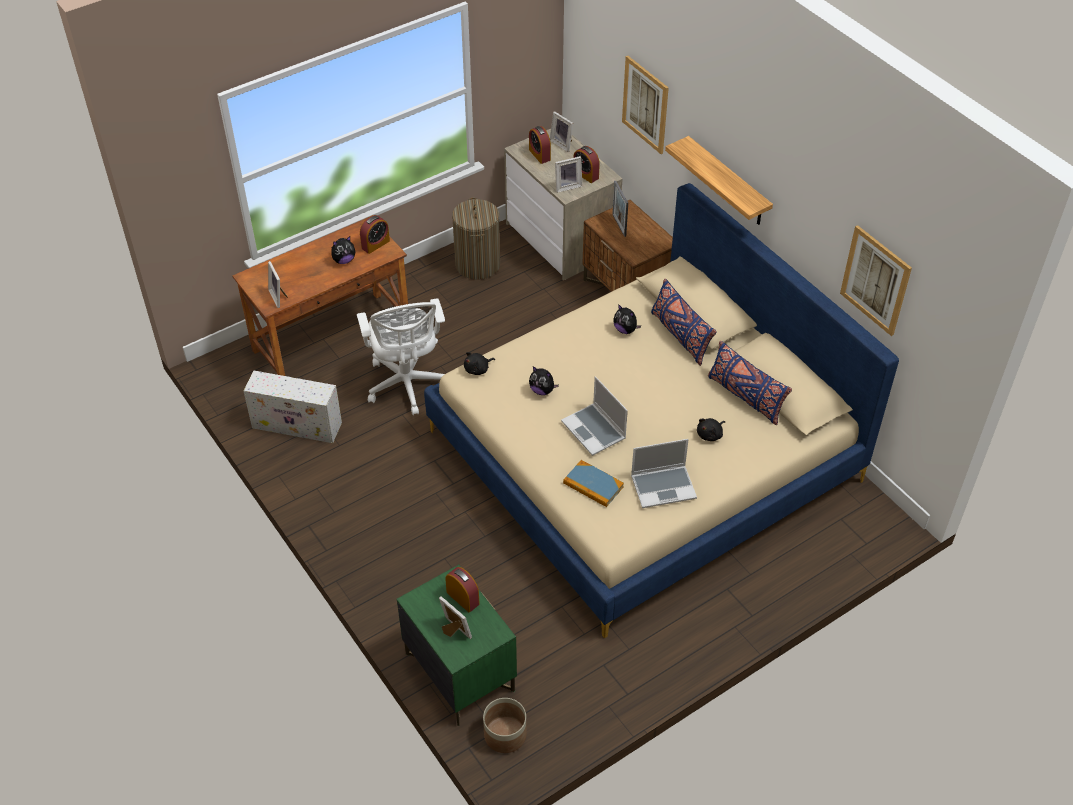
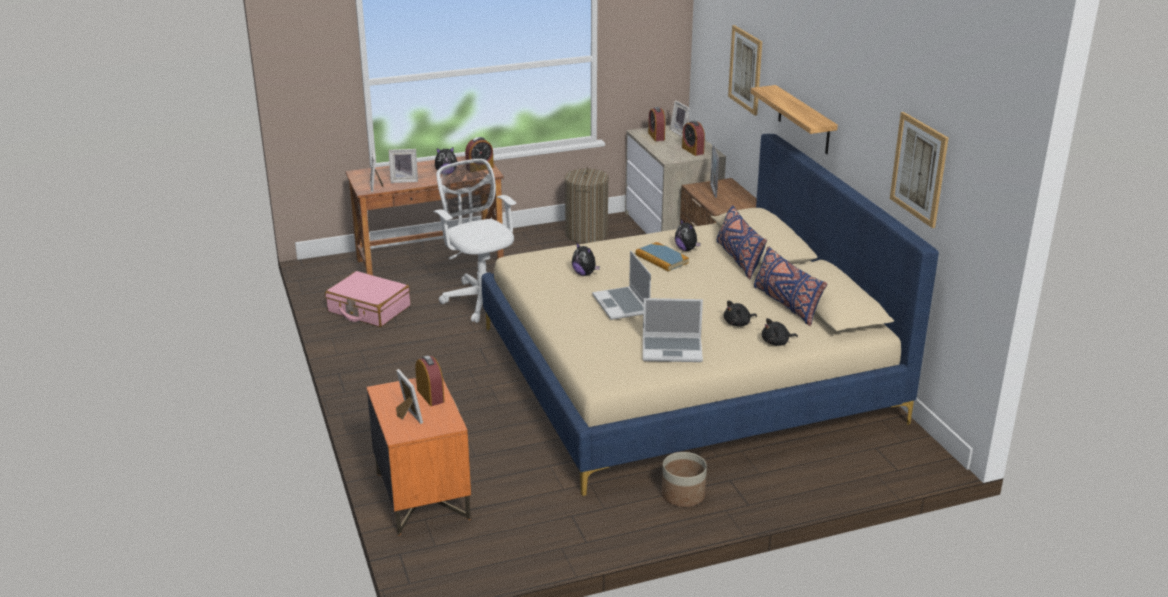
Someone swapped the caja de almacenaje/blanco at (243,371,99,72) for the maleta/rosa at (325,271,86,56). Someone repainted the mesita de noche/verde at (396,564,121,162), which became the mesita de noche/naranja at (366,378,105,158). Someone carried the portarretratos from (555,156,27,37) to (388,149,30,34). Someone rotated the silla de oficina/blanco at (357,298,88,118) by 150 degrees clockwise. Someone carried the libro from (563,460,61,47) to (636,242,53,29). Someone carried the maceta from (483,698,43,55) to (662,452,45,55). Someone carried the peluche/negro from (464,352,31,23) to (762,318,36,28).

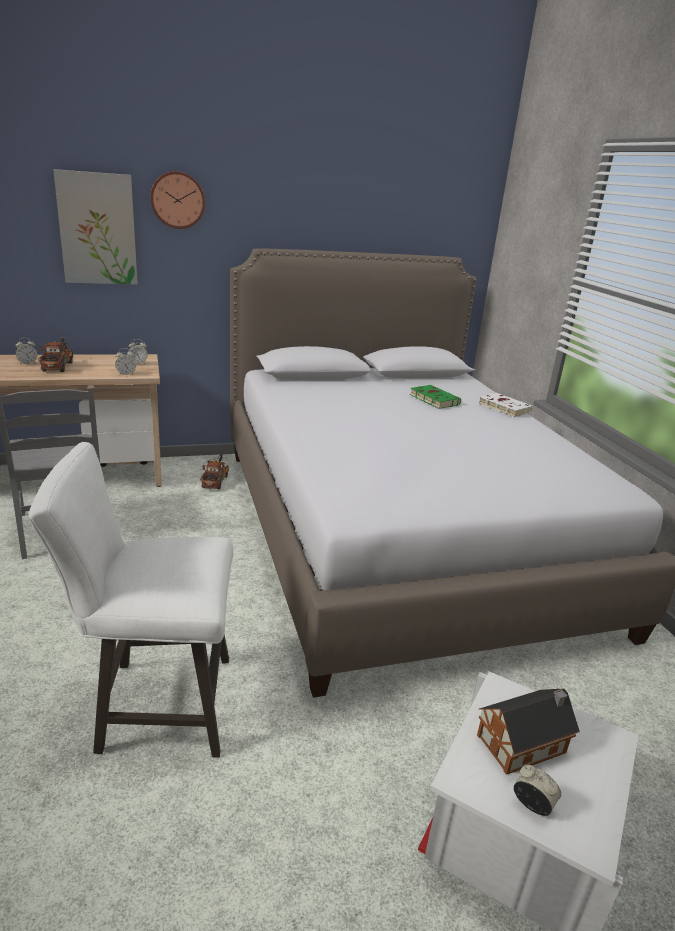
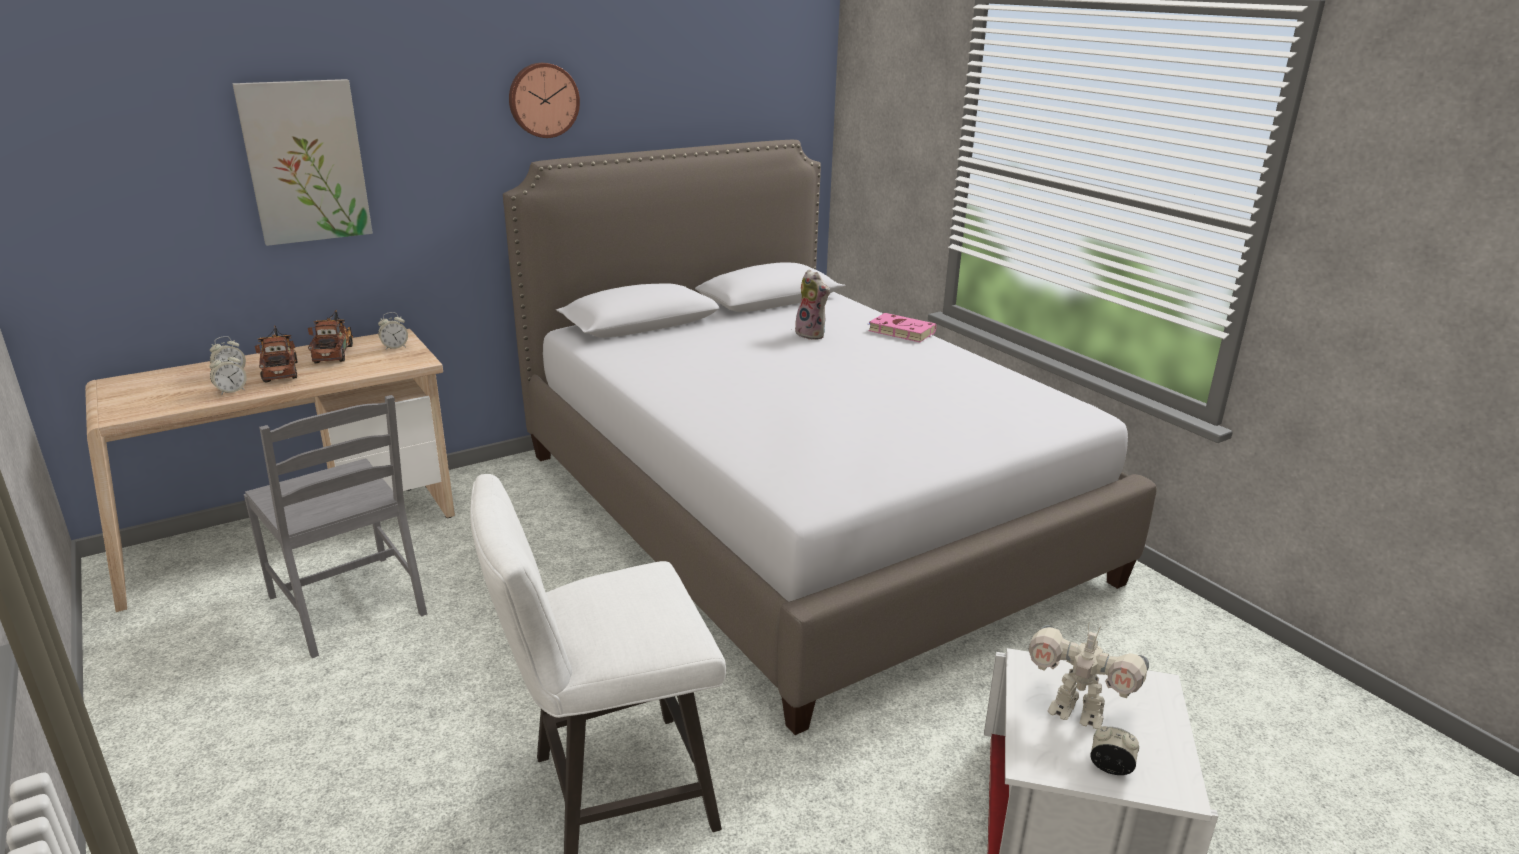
Someone carried the despertador from (115,348,21,28) to (209,352,38,43). Someone carried the camión de juguete from (200,453,29,36) to (308,310,45,54). Someone carried the reloj de pared from (150,171,55,58) to (509,63,71,75). Someone swapped the libro/verde at (410,385,51,24) for the peluche at (795,269,35,71). Someone repainted the libro/blanco at (478,393,55,25), which became the libro/rosa at (868,313,68,29). Someone swapped the casita at (477,689,103,86) for the robot de juguete at (1028,623,121,106).

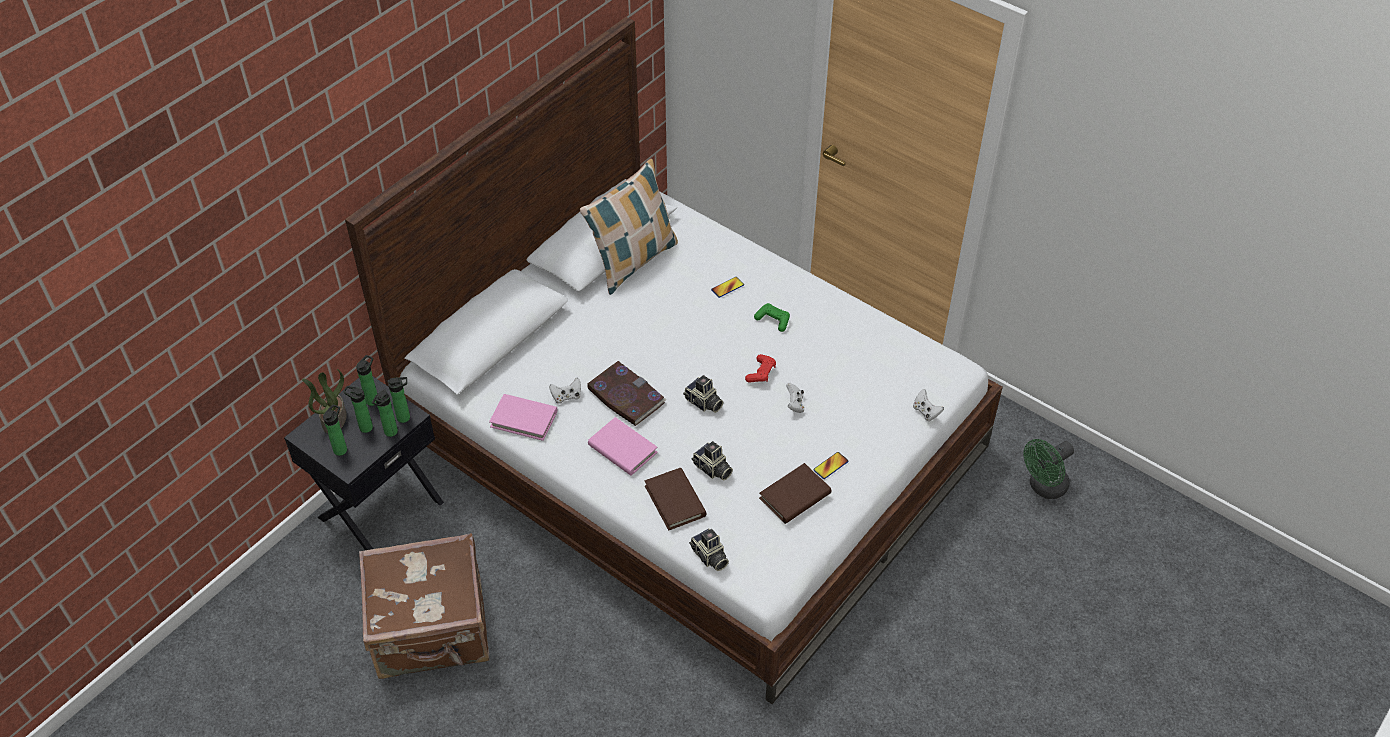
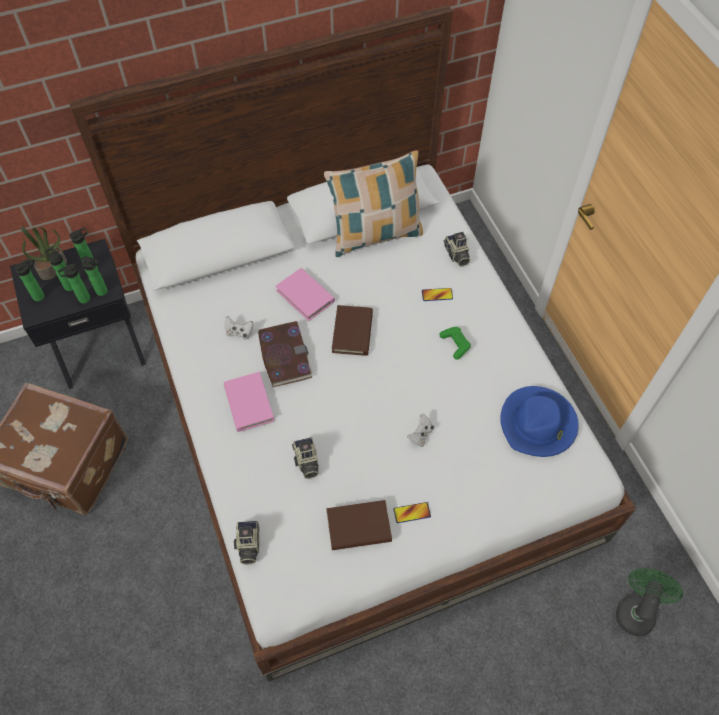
Someone carried the libro/rosa from (489,394,68,47) to (275,268,60,53). Someone carried the libro/marrón from (645,468,62,62) to (332,305,41,51). Someone carried the cámara from (683,375,40,38) to (444,232,26,35). Someone put down the sombrero/azul at (500,386,79,71). Someone rotated the ventilador/verde at (1024,439,50,60) by 120 degrees clockwise. Someone took away the mando de consola/rojo at (745,354,31,28). Someone took away the mando de consola/blanco at (913,389,31,32).

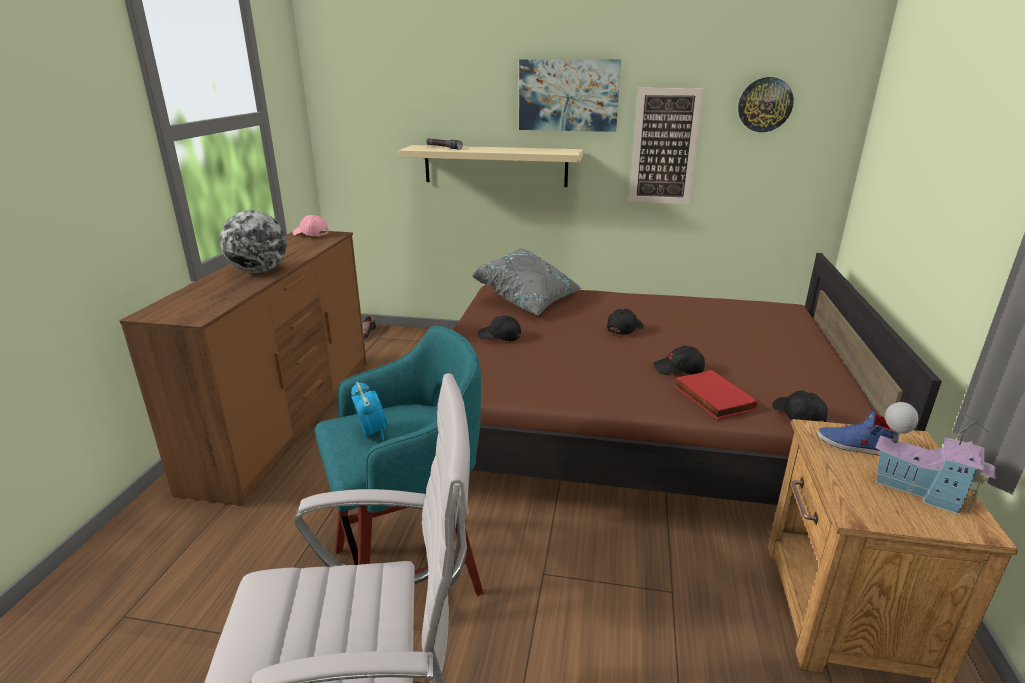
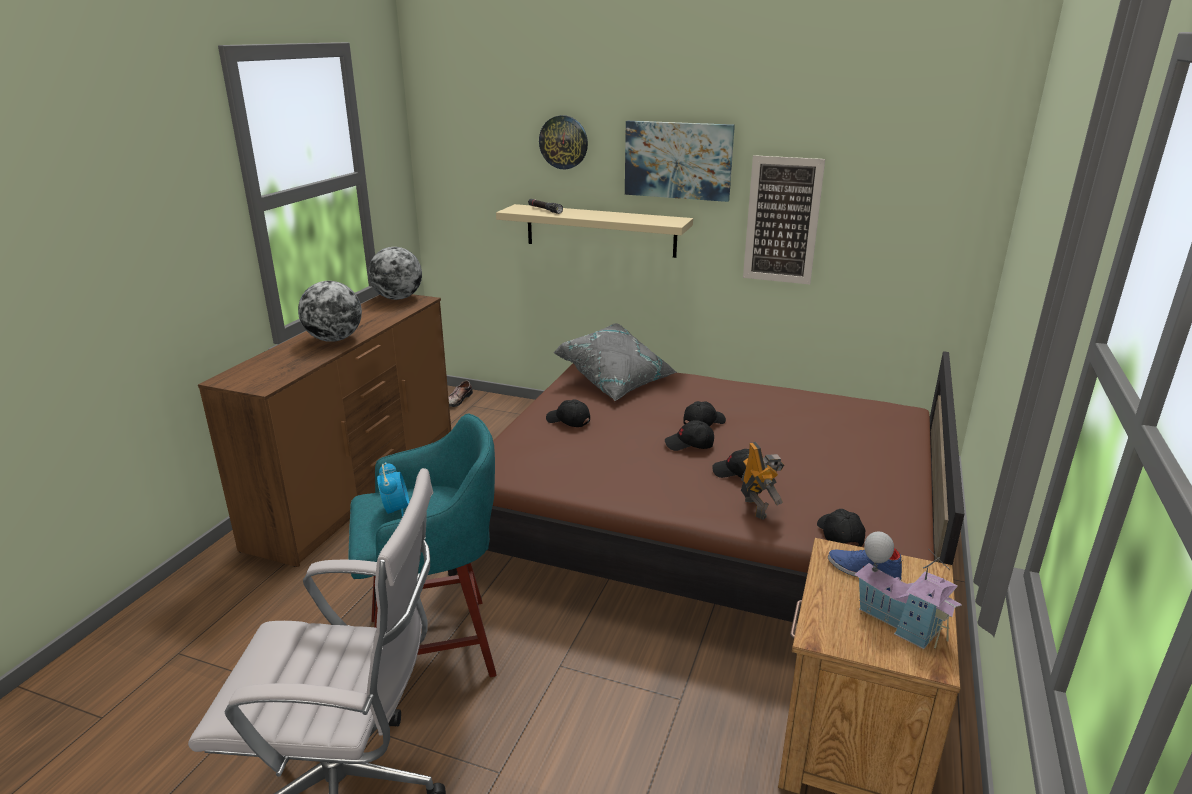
Someone swapped the gorra/rosa at (293,215,36,21) for the globo terráqueo at (368,247,54,53). Someone carried the reloj de pared from (738,77,56,55) to (539,115,49,54). Someone put down the gorra/negro at (665,420,49,31). Someone swapped the libro/rojo at (674,370,84,50) for the robot de juguete at (741,442,43,78).

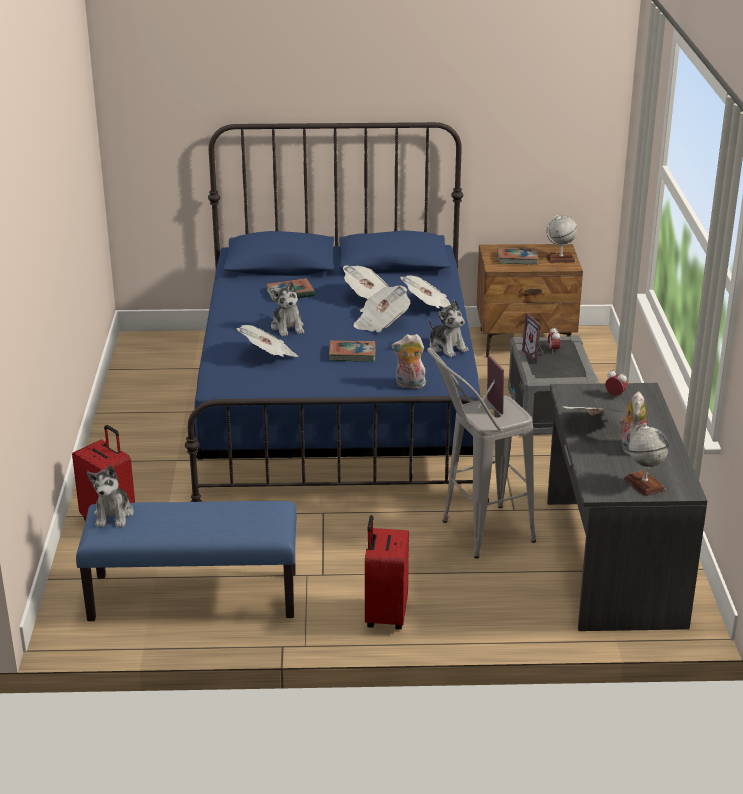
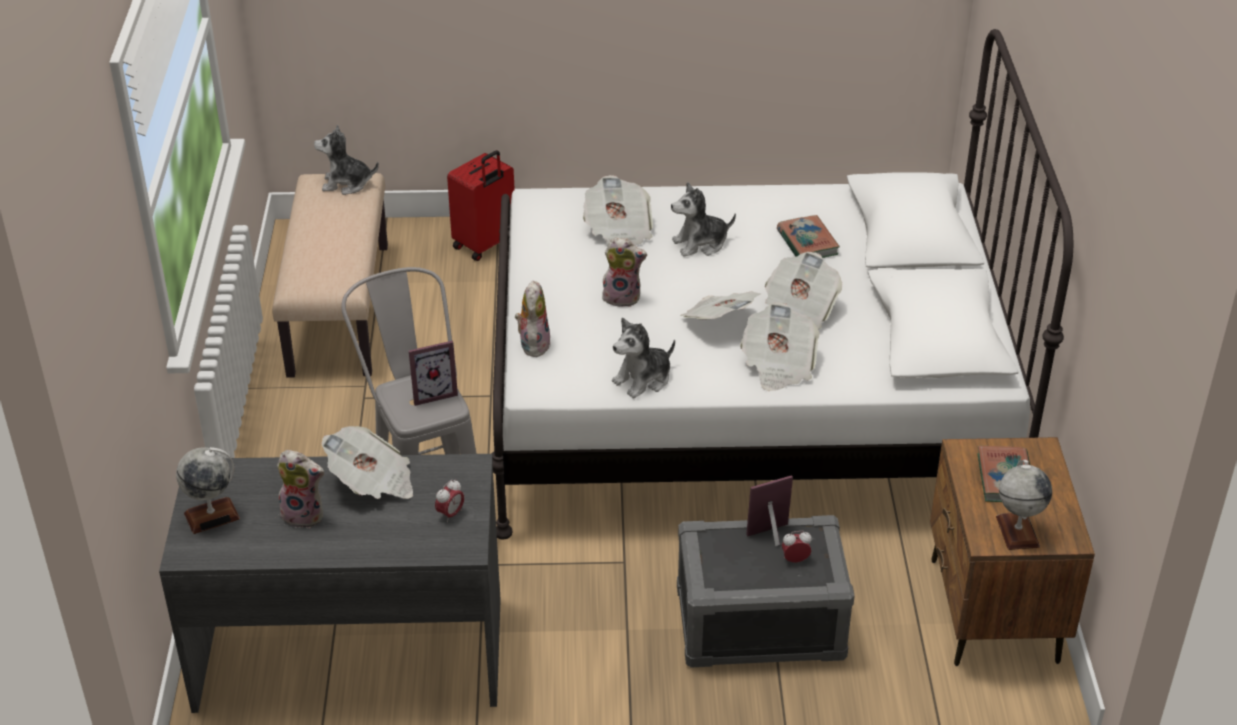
Someone repainted the banco/azul at (76,501,221,120), which became the banco/beis at (272,173,116,205). Someone repainted the cama/azul at (185,122,304,381), which became the cama/blanco at (492,29,581,510). Someone swapped the libro at (329,340,47,22) for the peluche at (602,237,45,70). Someone took away the maleta/rojo at (365,515,44,115).

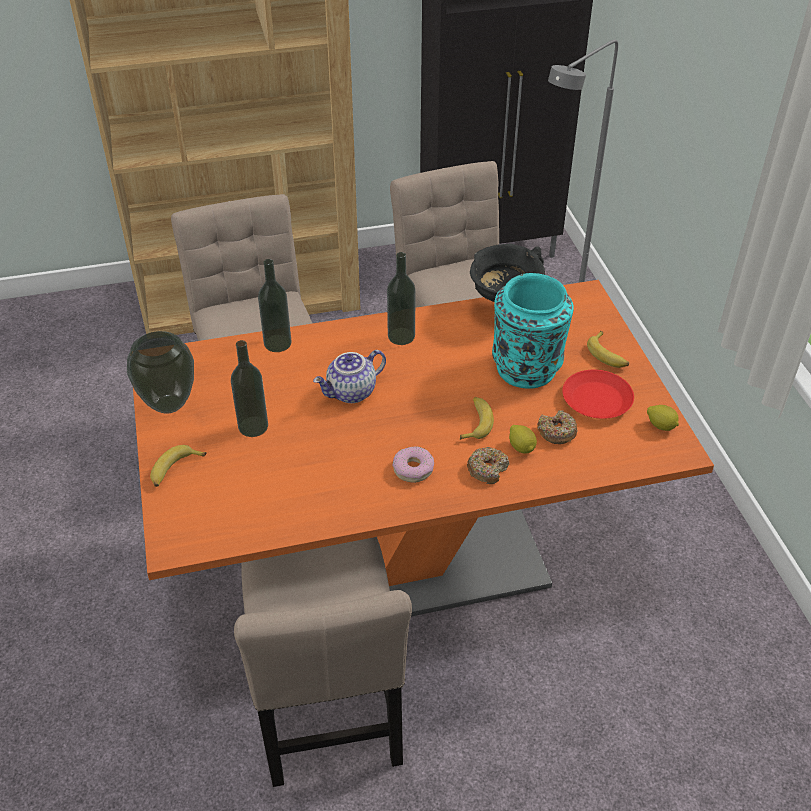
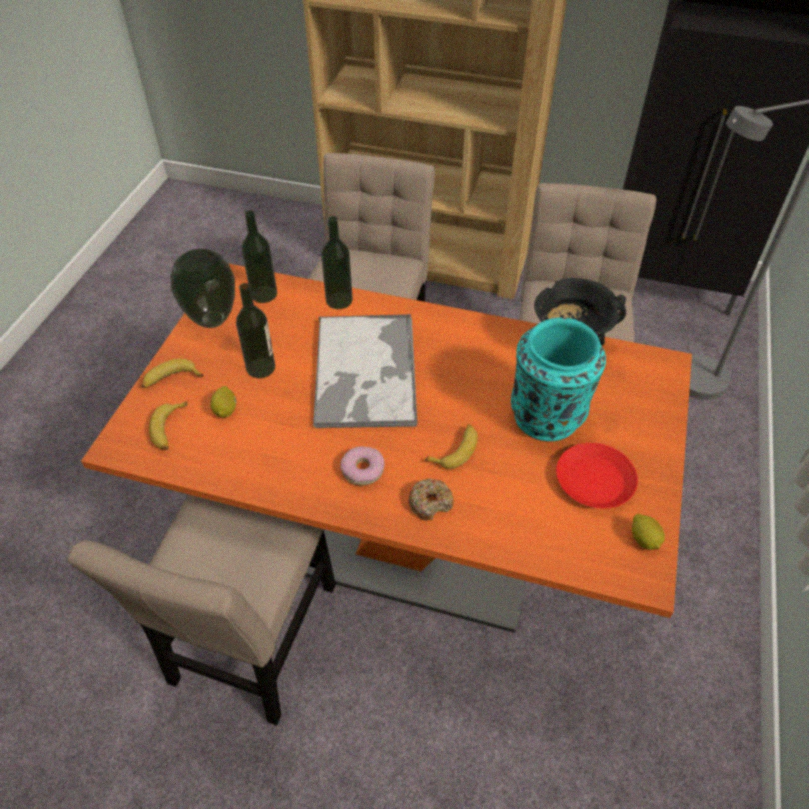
Someone carried the plátano from (587,331,42,37) to (149,401,38,49). Someone carried the limón from (509,425,28,28) to (210,386,26,31). Someone carried the botella from (387,252,29,93) to (242,210,35,93). Someone swapped the tetera at (313,350,73,53) for the bandeja at (313,314,104,114). Someone took away the rosquilla at (537,410,40,34).

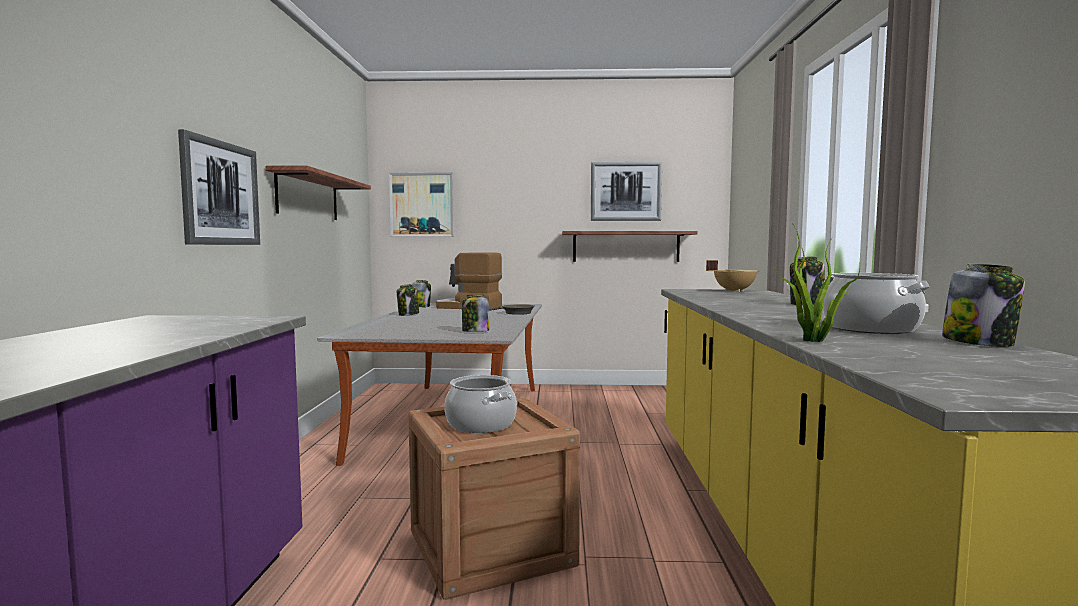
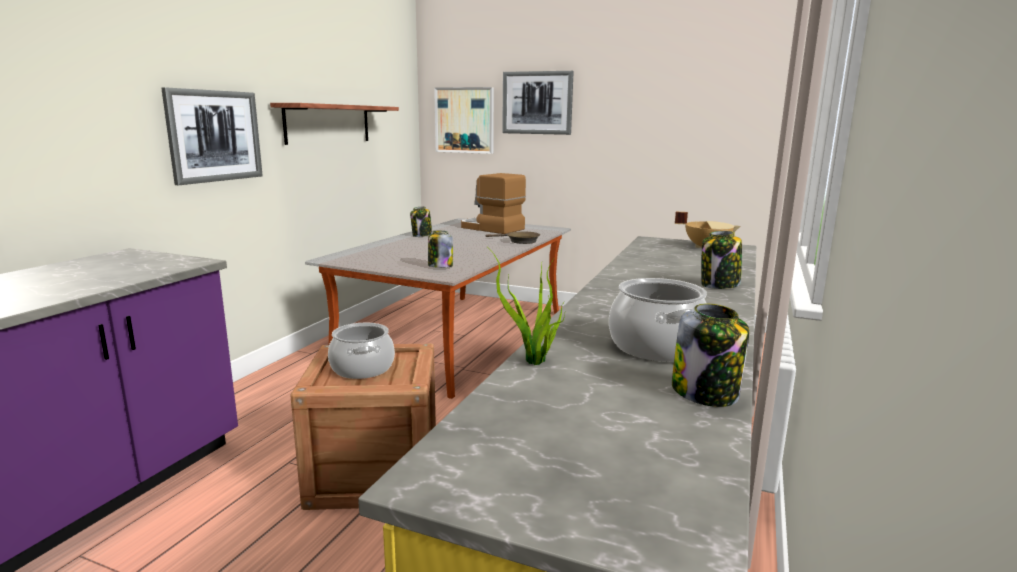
Someone carried the cuadro from (591,162,71,59) to (502,71,72,64). Someone took away the tarro at (412,280,19,27). Someone took away the estante at (562,231,136,31).

